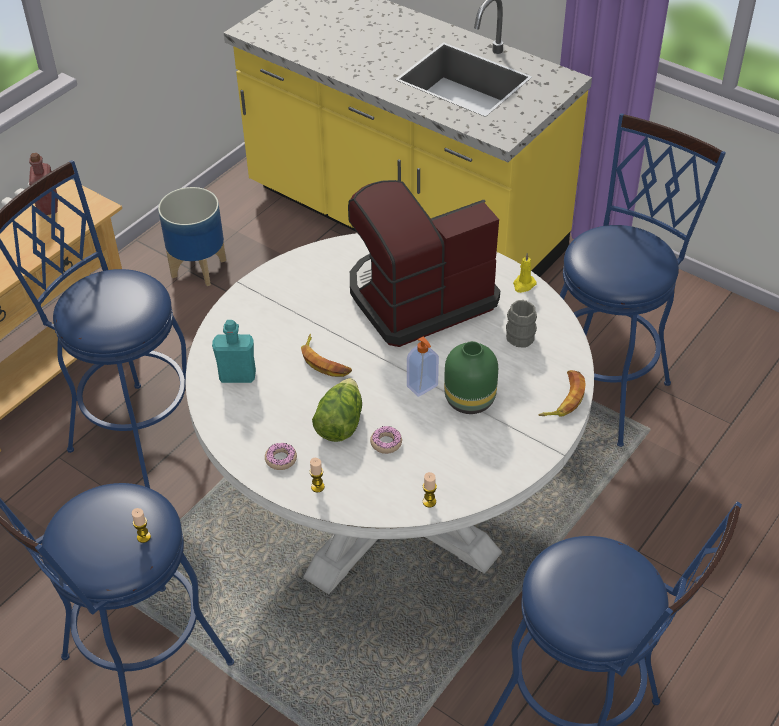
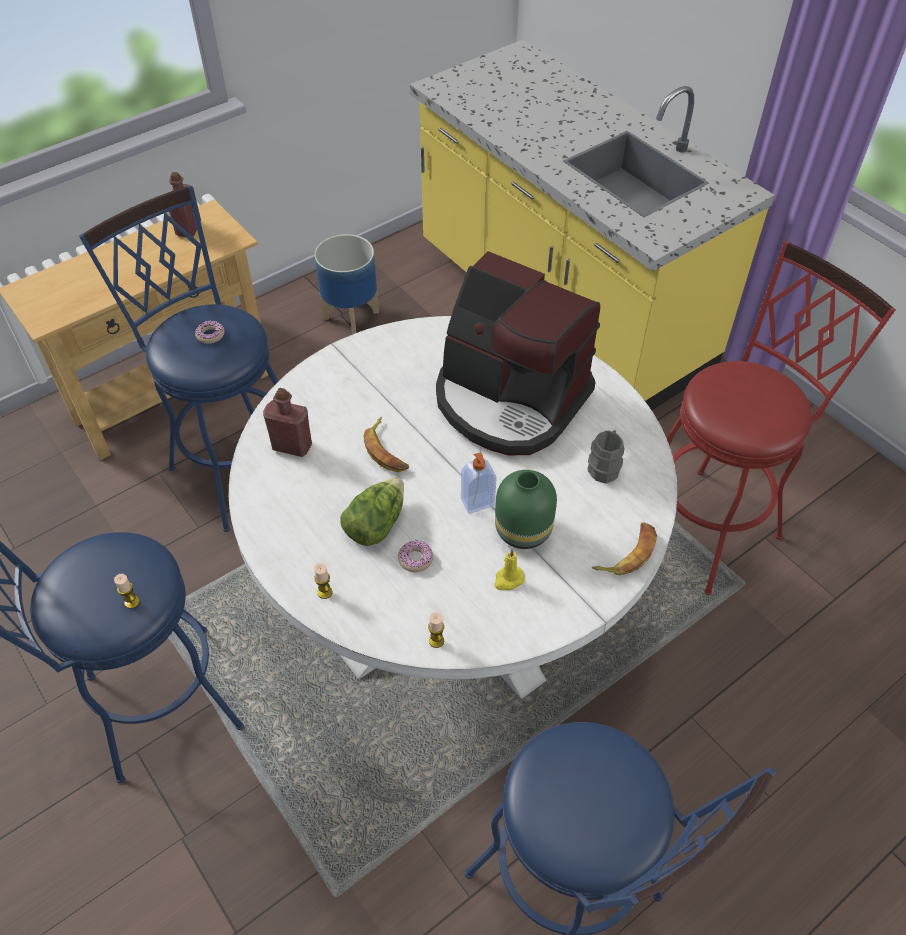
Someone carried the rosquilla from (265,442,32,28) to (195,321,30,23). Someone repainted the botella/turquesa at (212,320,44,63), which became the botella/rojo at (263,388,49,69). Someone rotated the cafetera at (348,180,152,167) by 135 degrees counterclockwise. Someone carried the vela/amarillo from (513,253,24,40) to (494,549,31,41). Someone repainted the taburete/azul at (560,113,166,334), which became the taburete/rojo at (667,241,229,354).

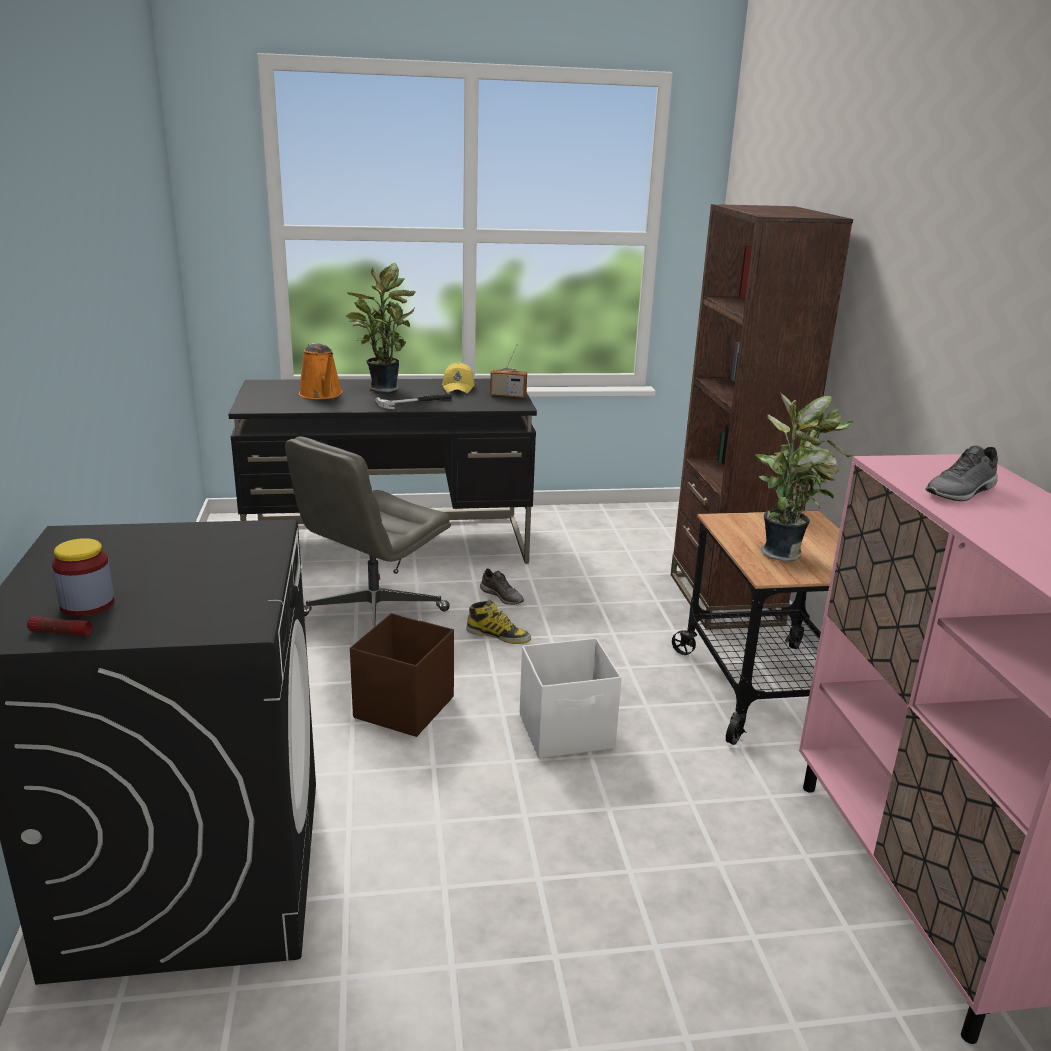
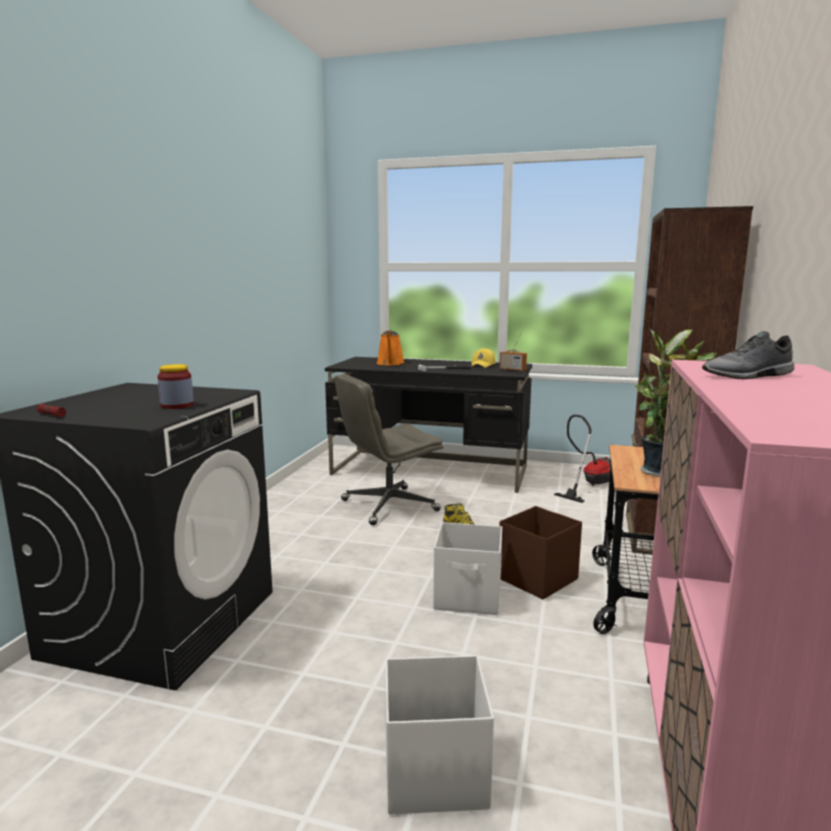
Someone carried the tarro from (52,538,62,78) to (157,364,37,45). Someone put down the caja de almacenaje/blanco at (386,655,108,160). Someone carried the caja de almacenaje/marrón from (350,613,104,124) to (499,506,83,93). Someone put down the aspiradora at (554,415,57,88). Someone took away the planta en maceta at (346,263,70,129). Someone took away the zapato/gris at (480,568,44,37).

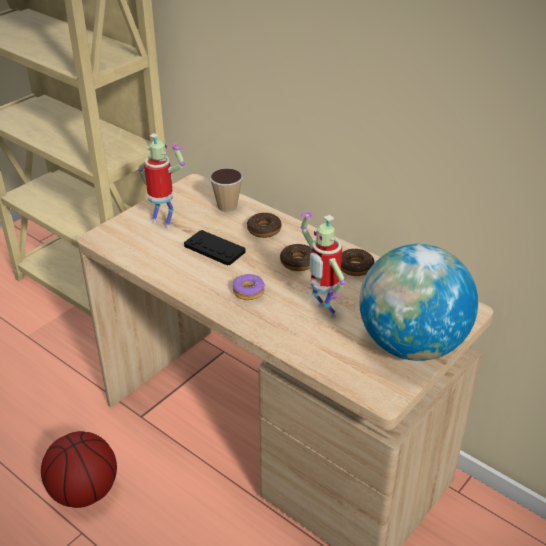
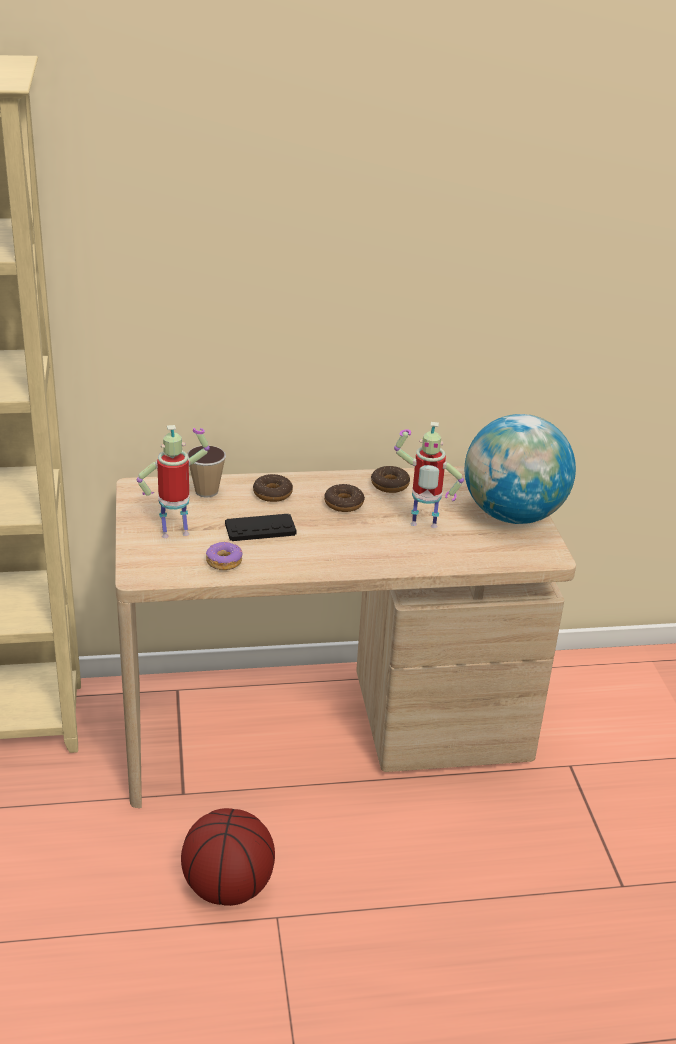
Someone carried the rosquilla from (233,274,32,26) to (206,542,36,28).

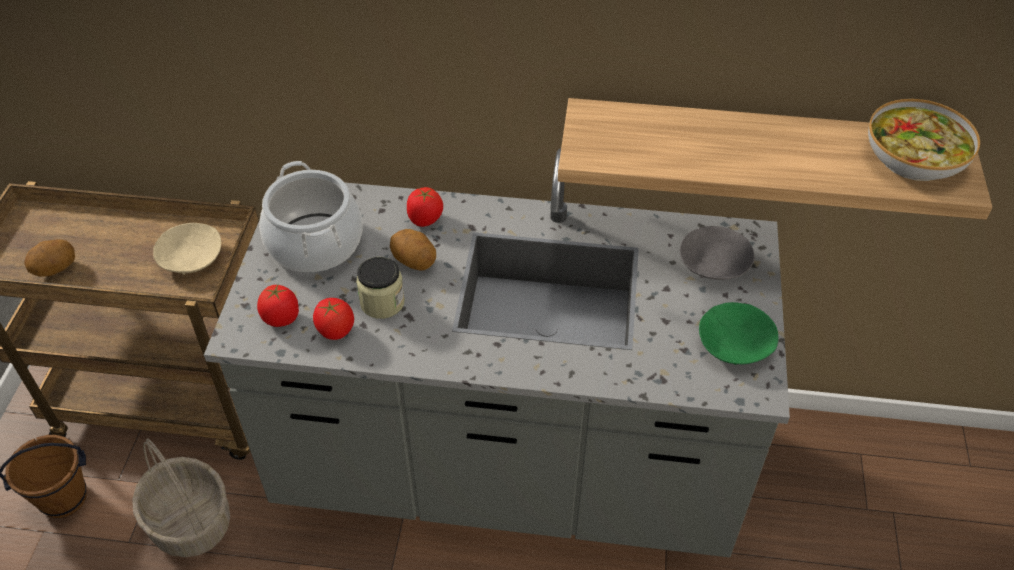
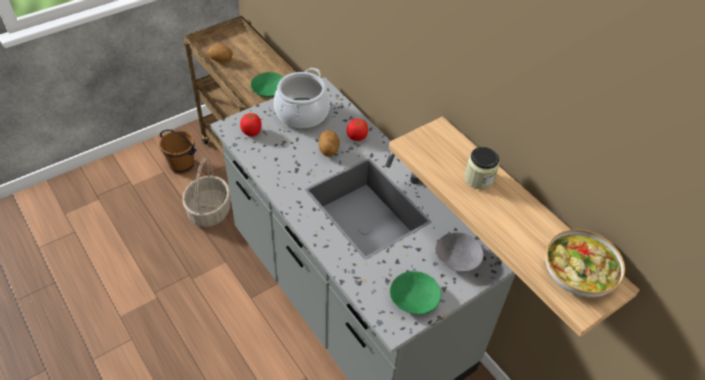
Someone repainted the cuenco/beis at (153,223,68,52), which became the cuenco/verde at (251,72,32,25). Someone carried the tarro from (356,257,49,62) to (464,147,35,43). Someone took away the tomate at (313,298,41,42).

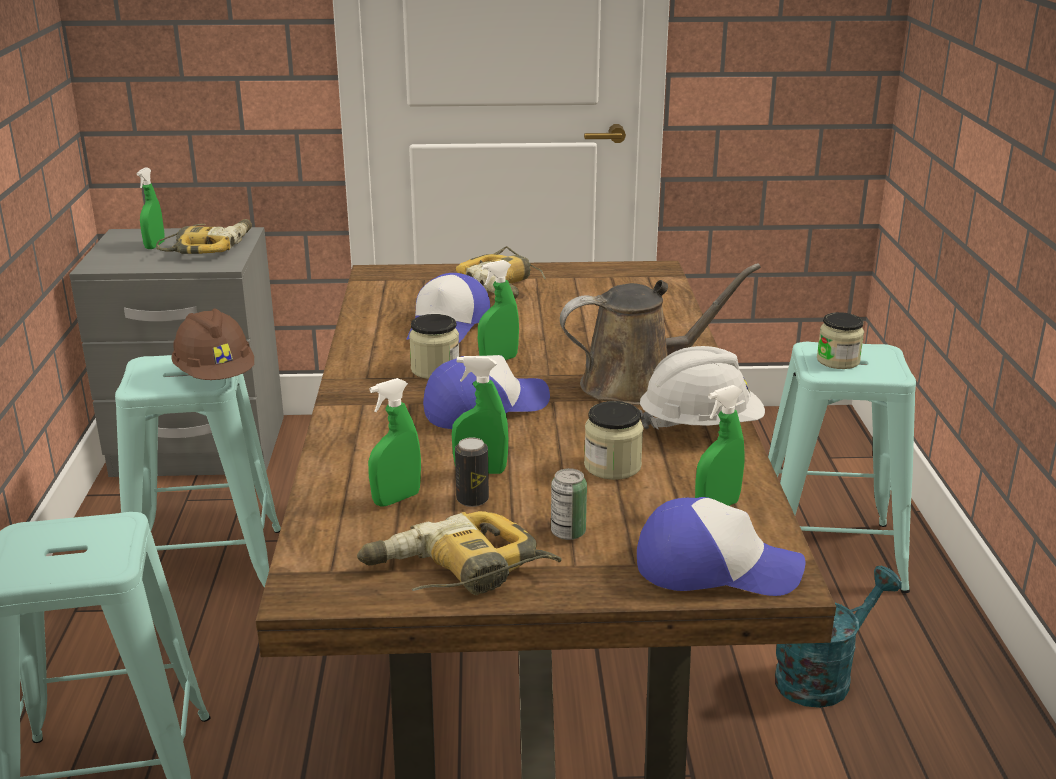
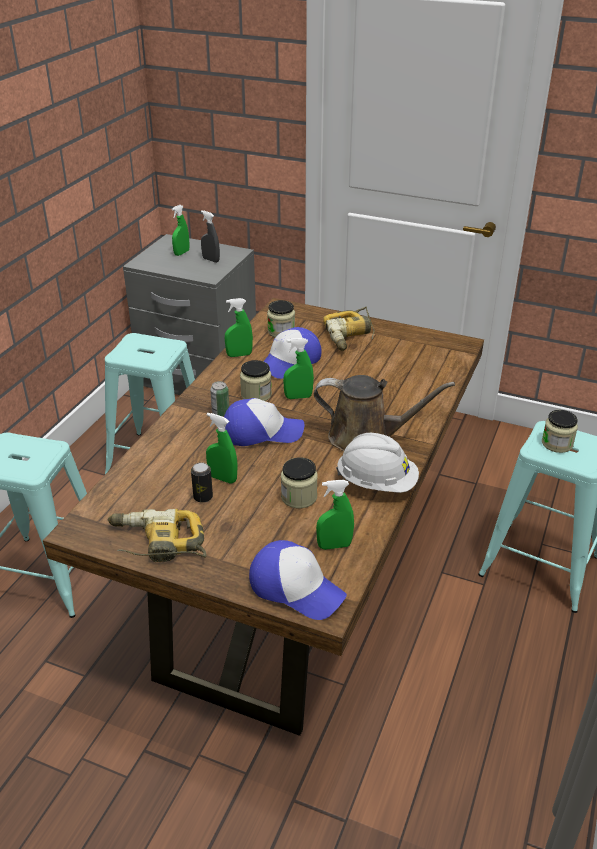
Someone swapped the taladro at (156,219,96,35) for the pulverizador/gris at (201,211,19,52). Someone carried the lata from (551,468,36,72) to (210,381,19,36). Someone carried the pulverizador/verde from (368,378,53,129) to (225,298,28,59). Someone put down the tarro at (267,300,28,37). Someone took away the casco/marrón at (171,309,83,71). Someone took away the regadera/turquesa at (775,566,127,142).

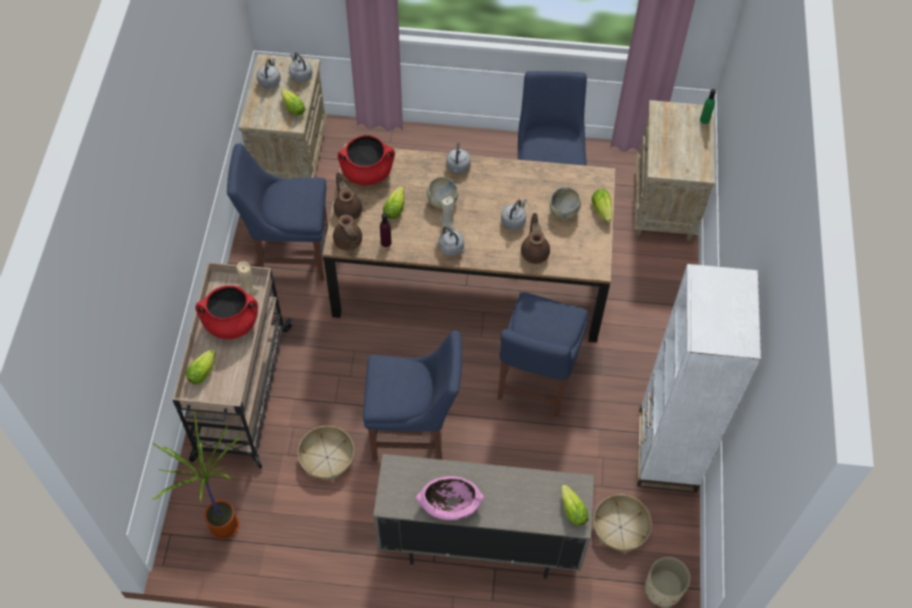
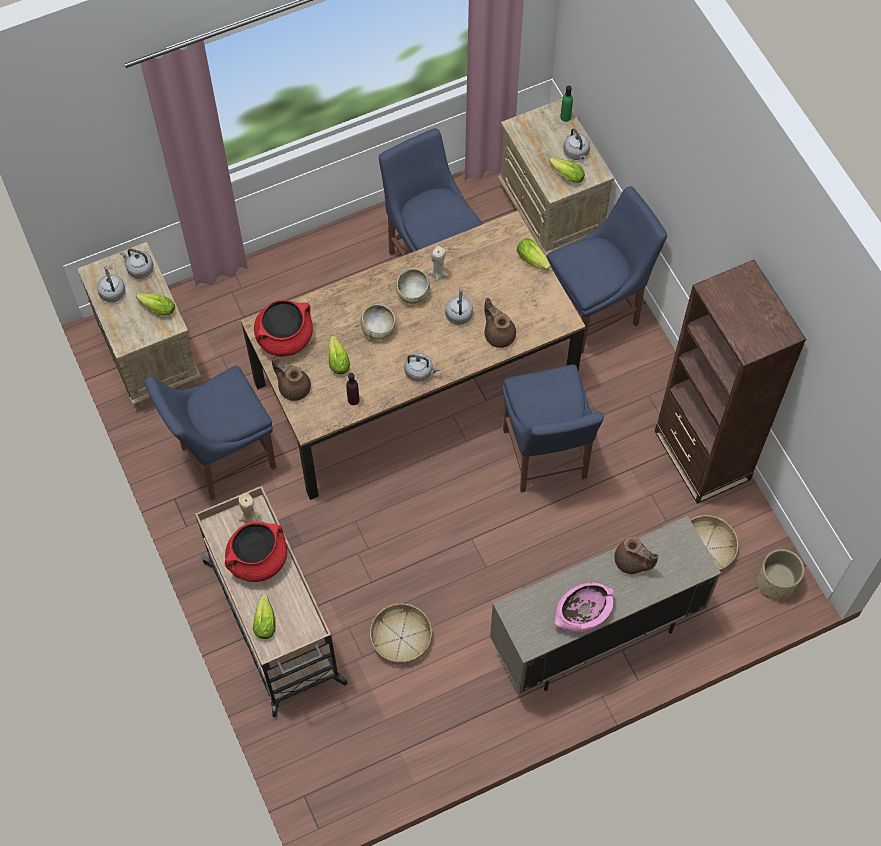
Someone carried the cuenco/beis from (549,187,32,32) to (396,268,34,36). Someone carried the vela/beis from (439,196,16,34) to (428,246,21,35). Someone carried the silla/azul from (363,330,99,131) to (547,186,120,168). Someone carried the lechuga from (561,485,27,41) to (549,157,36,26). Someone carried the hervidor/gris from (446,142,25,32) to (563,128,27,32). Someone carried the tetera/marrón from (333,215,29,35) to (614,536,44,38). Someone repainted the estantería/blanco at (637,264,124,229), which became the estantería/marrón at (655,260,151,244). Someone took away the planta en maceta at (151,411,91,128).

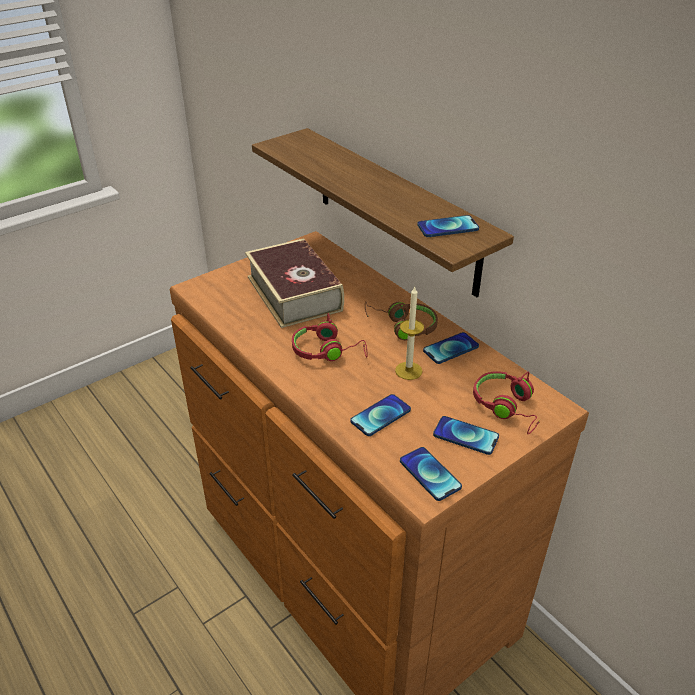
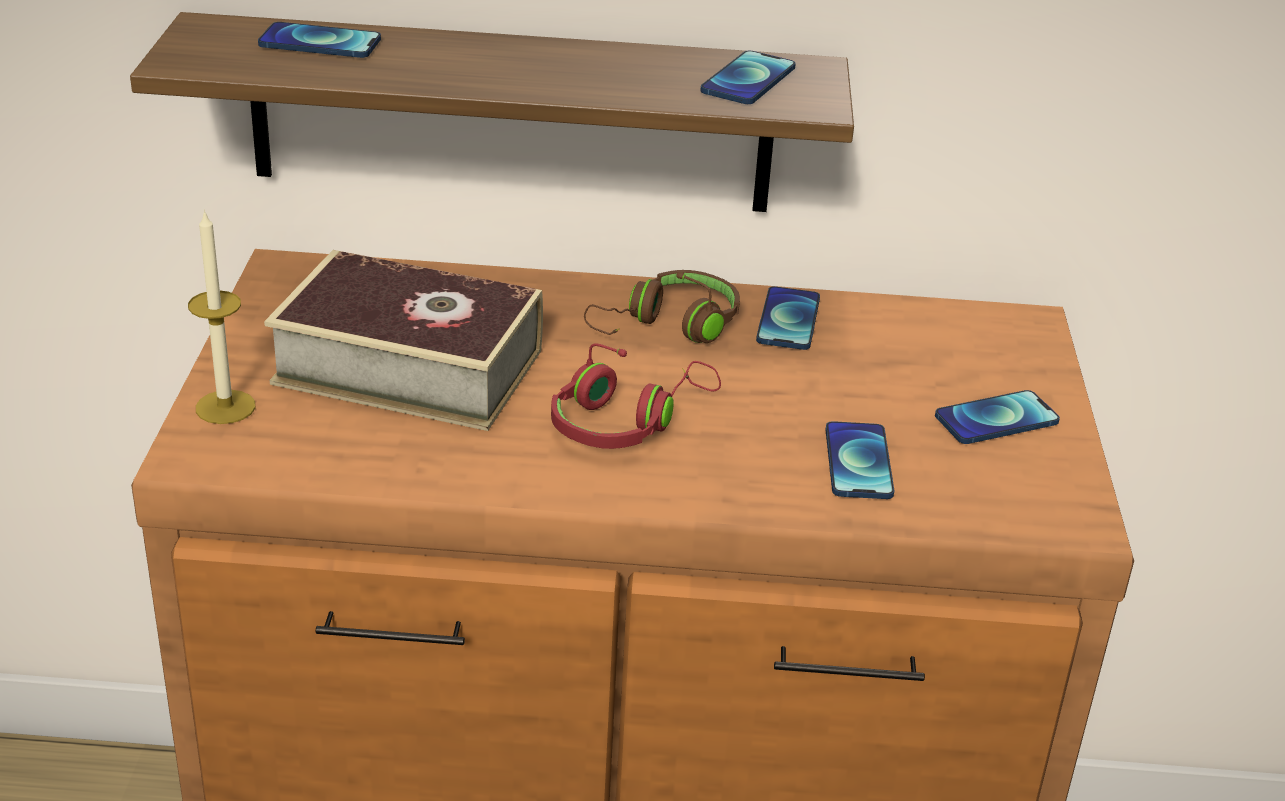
Someone carried the vela from (395,287,29,93) to (188,209,67,215). Someone carried the móvil from (400,447,62,54) to (258,22,123,36). Someone took away the auriculares/rojo at (473,371,68,63).

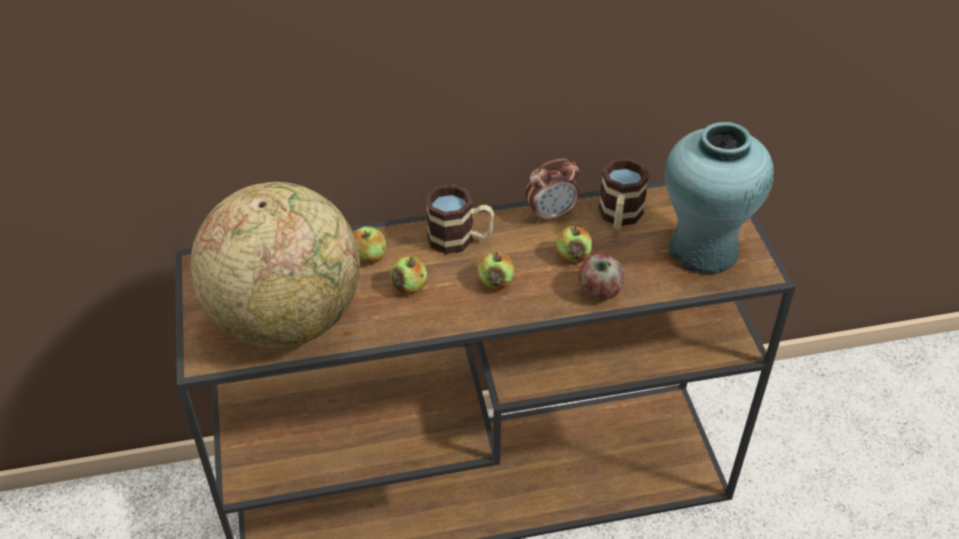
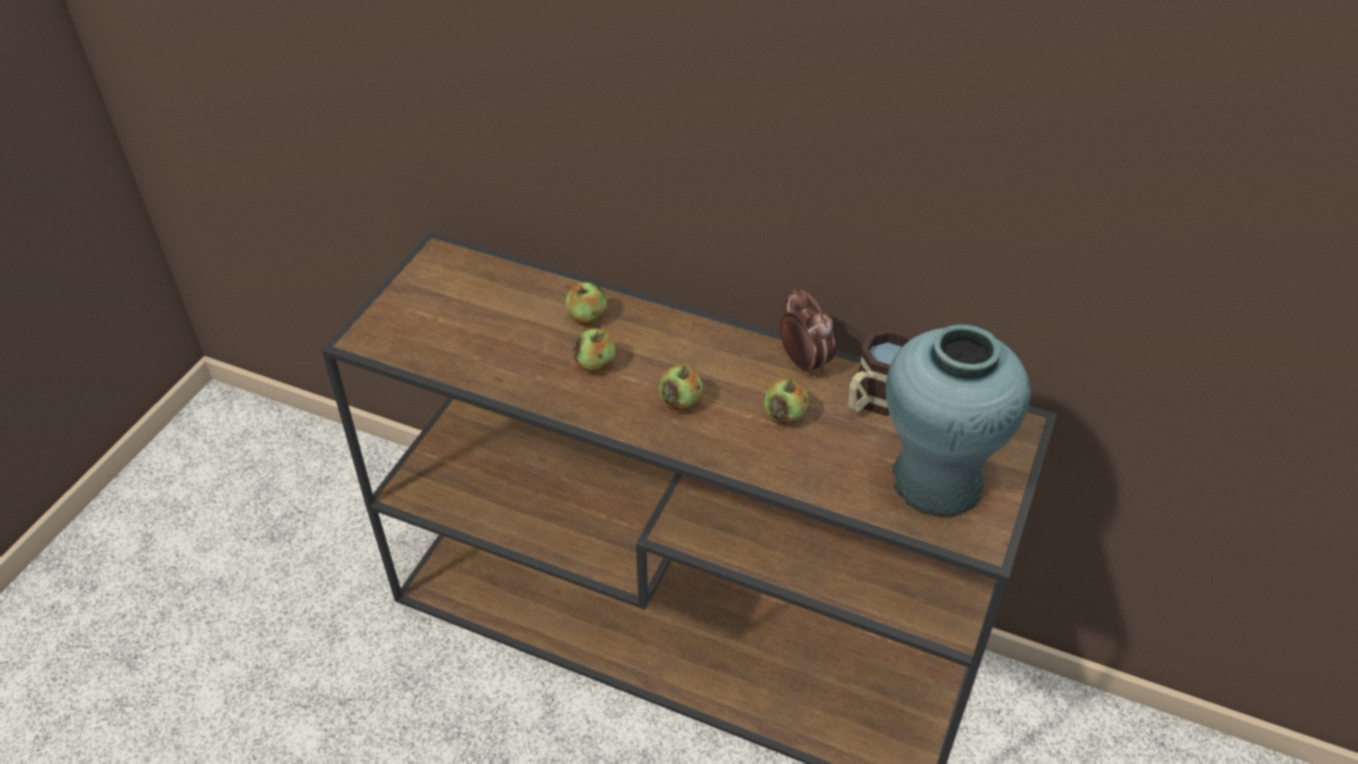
Someone rotated the despertador at (525,158,54,65) by 135 degrees counterclockwise. Someone took away the globo terráqueo at (191,182,169,166). Someone took away the taza grande at (425,184,69,70). Someone took away the manzana at (578,253,47,47).

